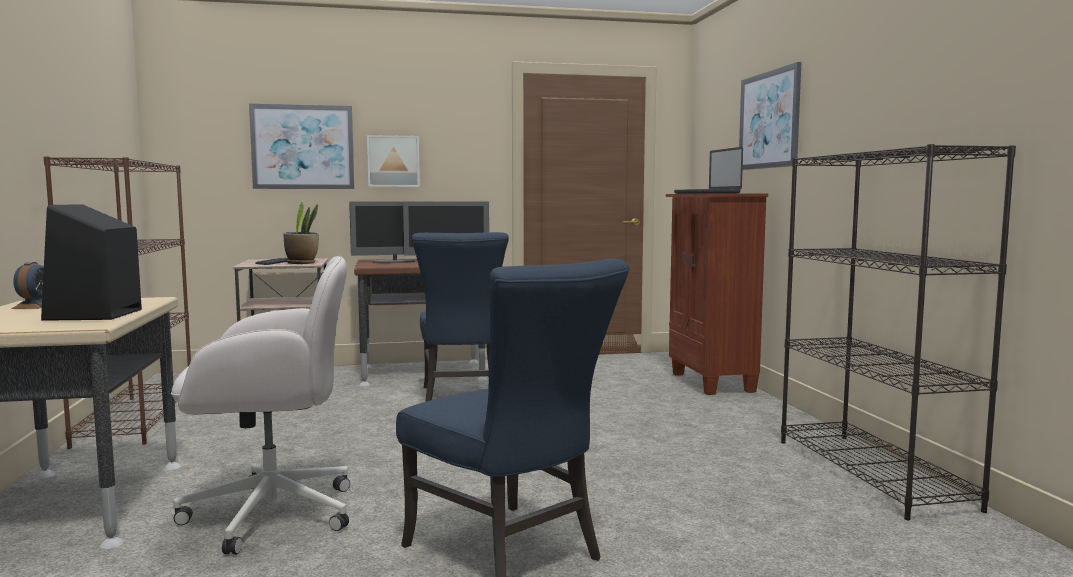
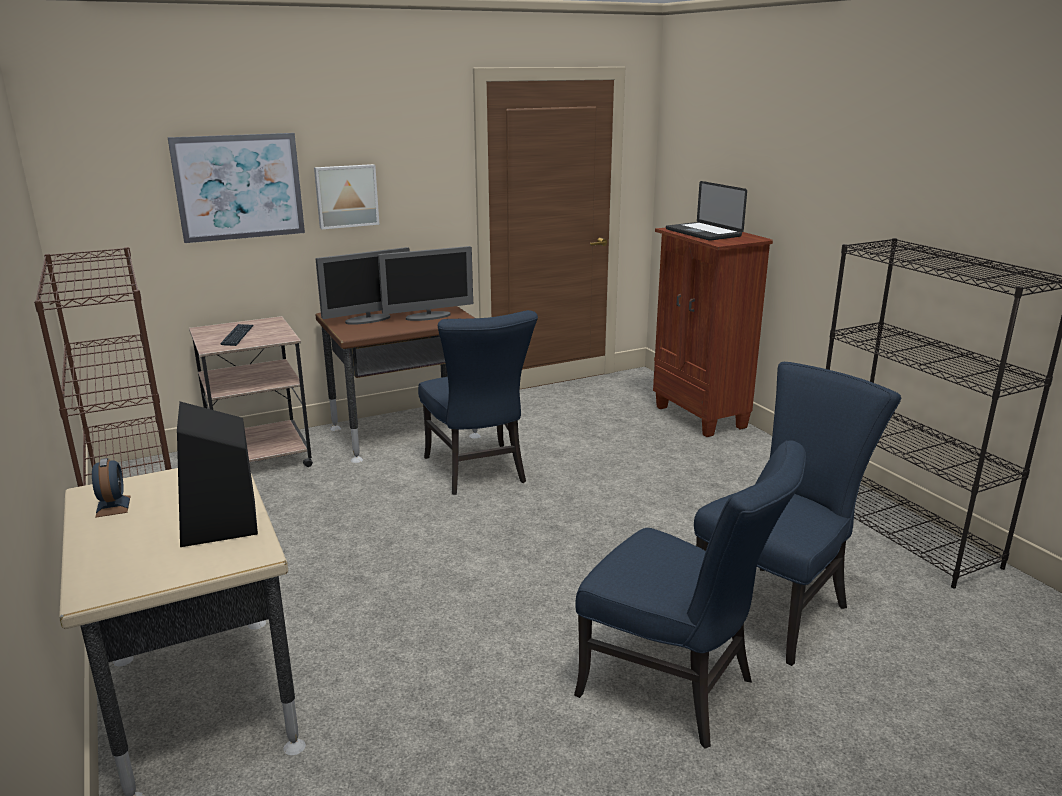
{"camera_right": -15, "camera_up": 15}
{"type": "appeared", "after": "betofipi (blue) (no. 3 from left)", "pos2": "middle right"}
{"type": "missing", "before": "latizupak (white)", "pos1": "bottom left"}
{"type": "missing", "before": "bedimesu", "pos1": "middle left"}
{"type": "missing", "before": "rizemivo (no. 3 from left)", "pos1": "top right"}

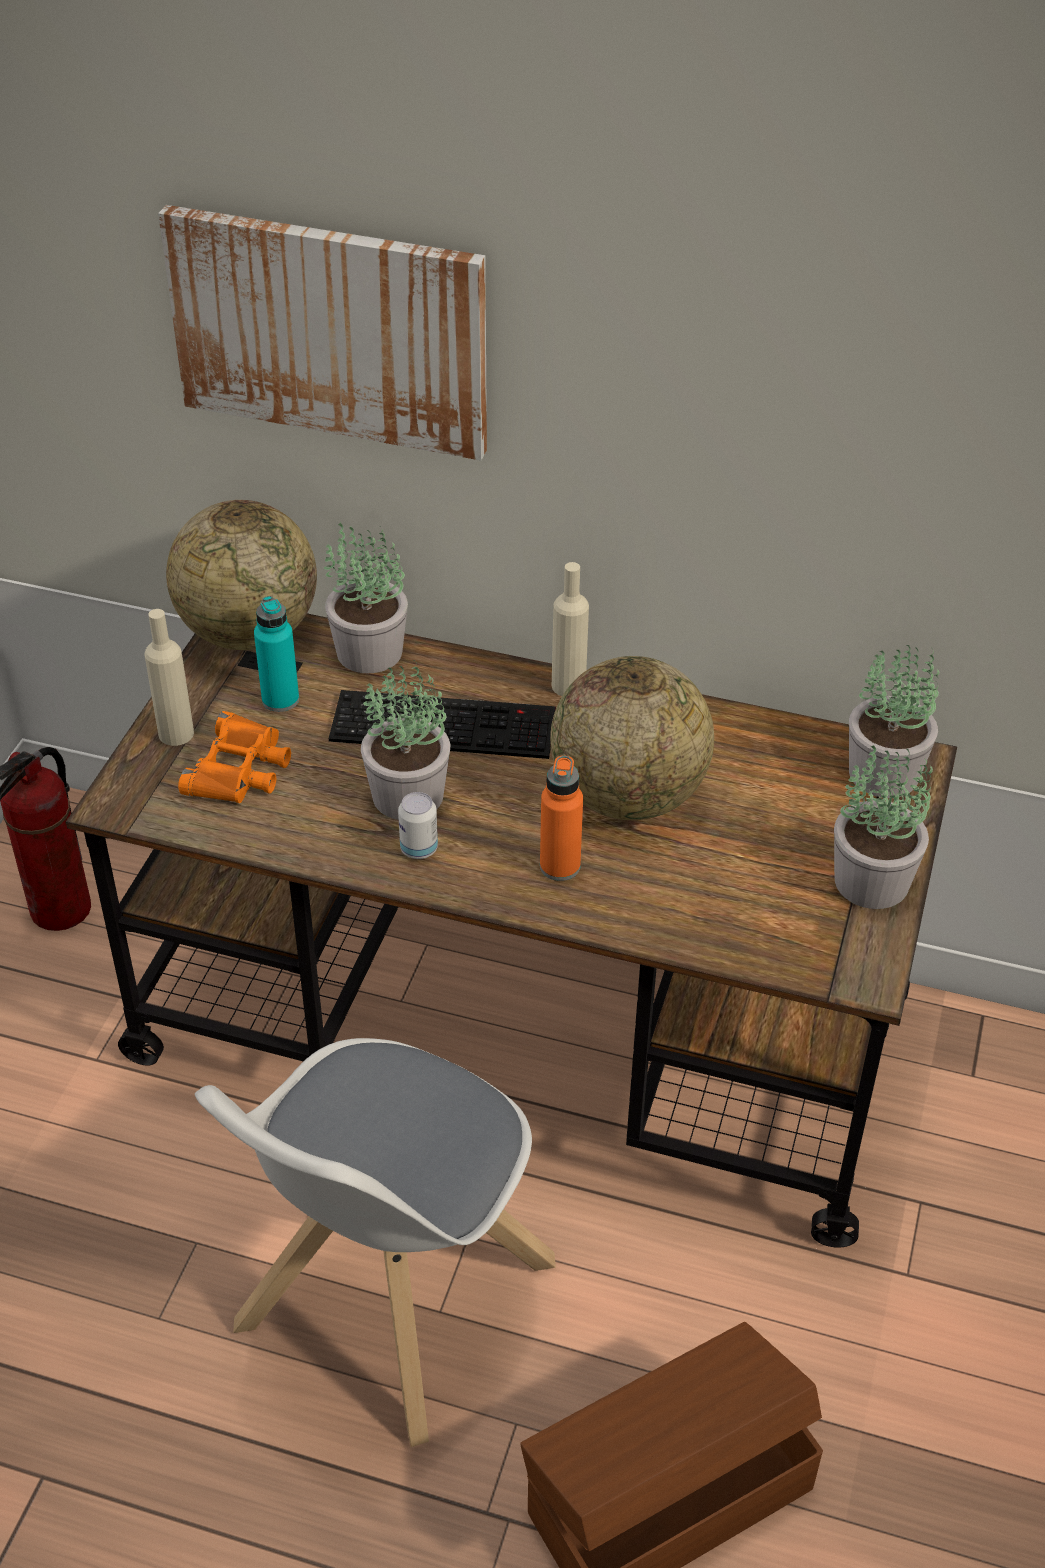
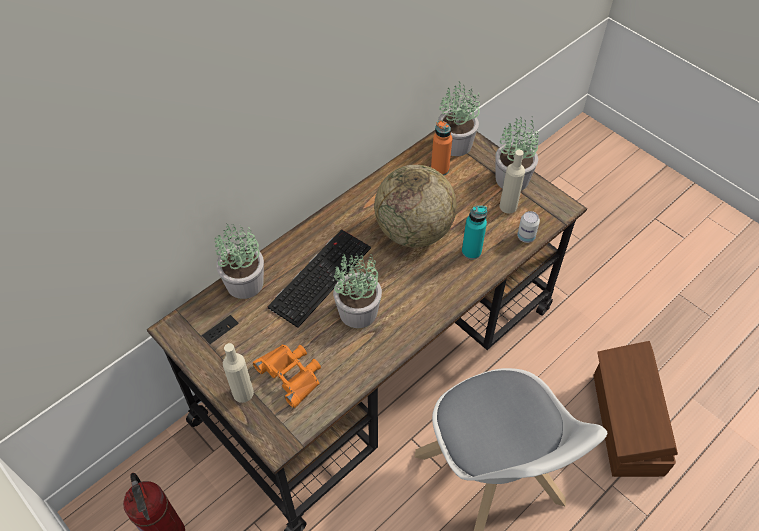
{"camera_right": -60, "camera_up": 10}
{"type": "relocated", "before": "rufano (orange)", "pos1": "centre", "pos2": "top centre"}
{"type": "relocated", "before": "rufano (turquoise)", "pos1": "middle left", "pos2": "centre"}
{"type": "relocated", "before": "rufano (beige) (no. 2 from left)", "pos1": "centre", "pos2": "middle right"}
{"type": "relocated", "before": "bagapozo", "pos1": "centre", "pos2": "middle right"}
{"type": "missing", "before": "rizemivo", "pos1": "top left"}
{"type": "missing", "before": "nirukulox (no. 1 from left)", "pos1": "middle left"}

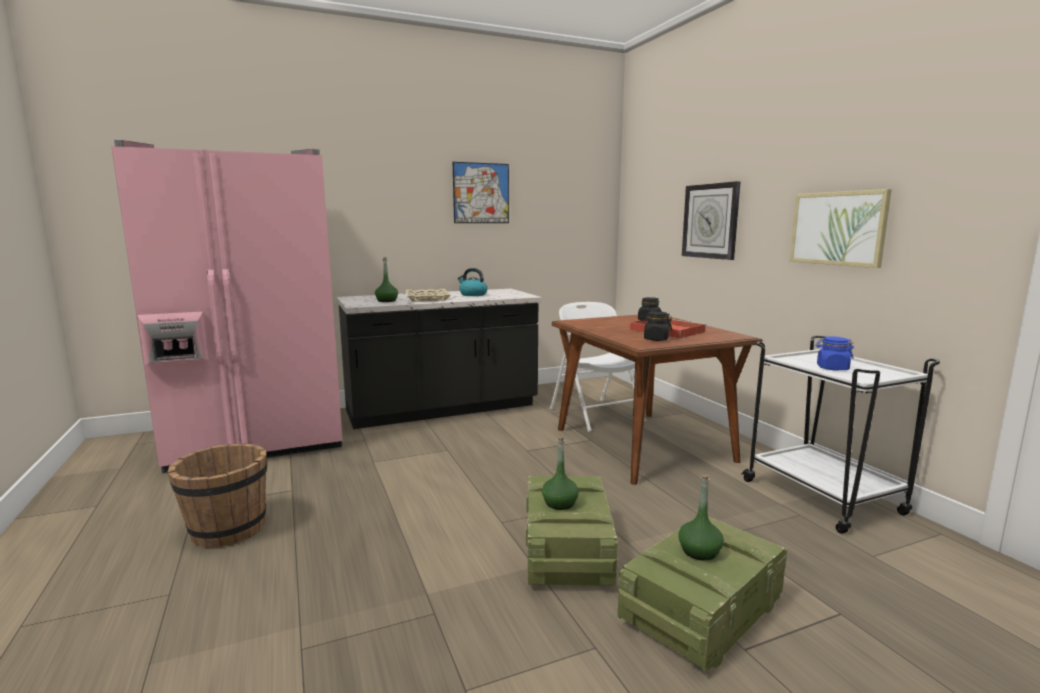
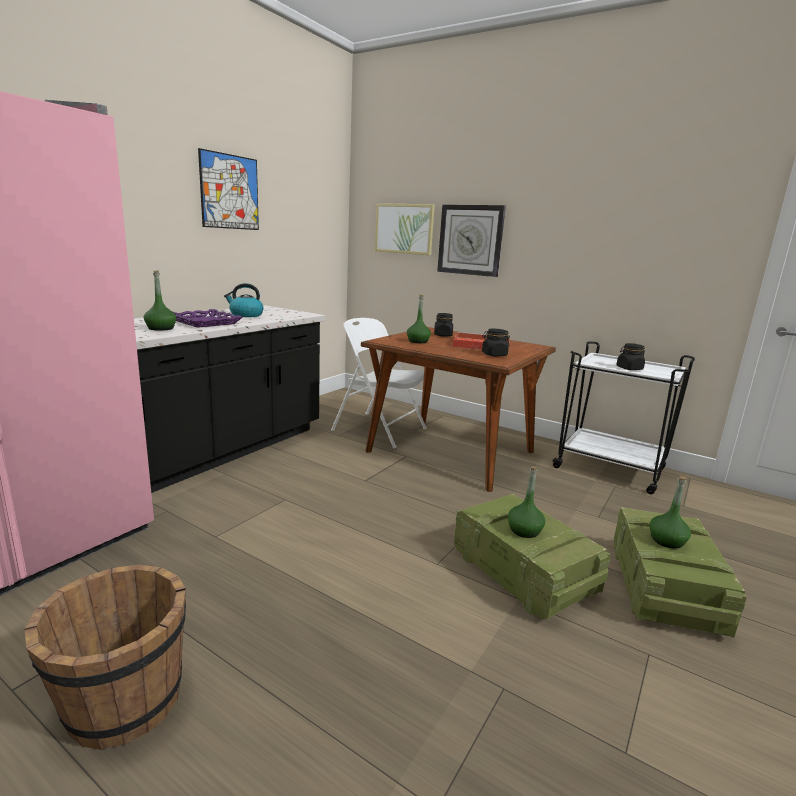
{"camera_right": -35, "camera_up": 5}
{"type": "colour", "before": "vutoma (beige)", "after": "vutoma (purple)", "pos1": "centre", "pos2": "middle left"}
{"type": "relocated", "before": "rizemivo (no. 2 from left)", "pos1": "top right", "pos2": "top centre"}
{"type": "appeared", "after": "rufano (green) (no. 2 from left)", "pos2": "centre"}
{"type": "colour", "before": "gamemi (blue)", "after": "gamemi (black) (no. 3 from left)", "pos1": "middle right", "pos2": "middle right"}

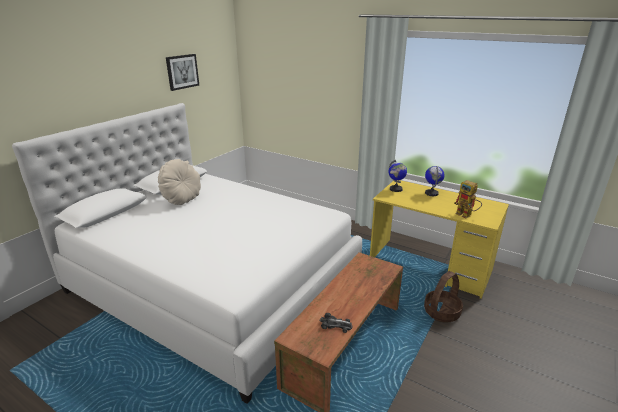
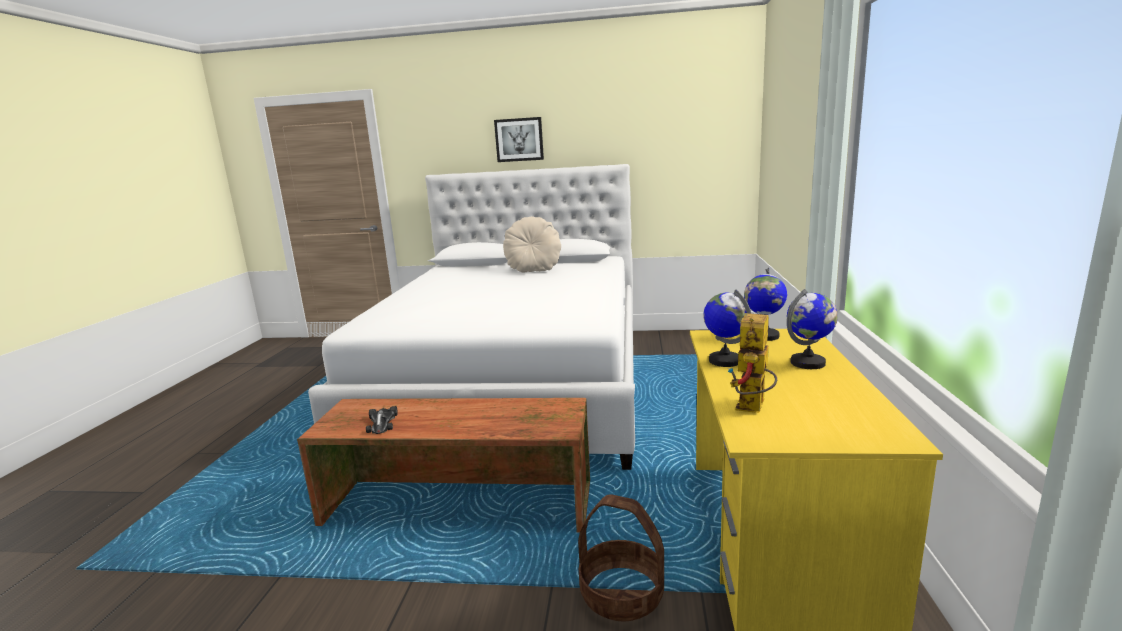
{"camera_right": 65, "camera_up": -10}
{"type": "relocated", "before": "rizemivo", "pos1": "top left", "pos2": "top centre"}
{"type": "appeared", "after": "nirukulox (no. 1 from left)", "pos2": "centre"}

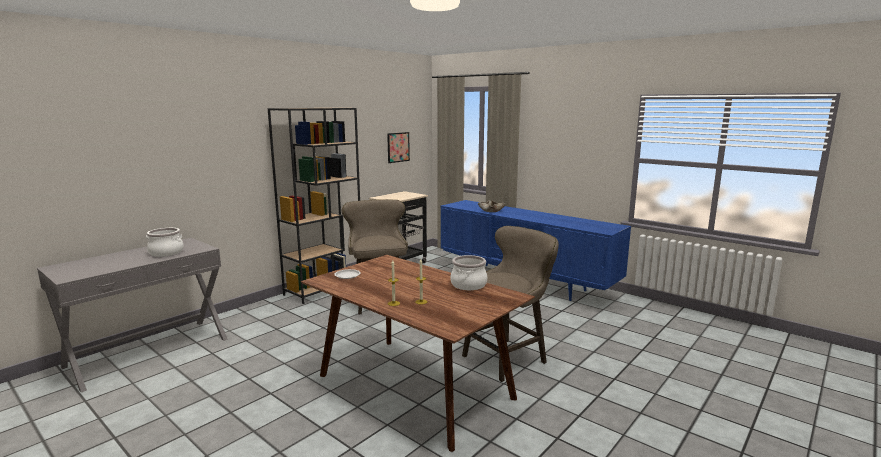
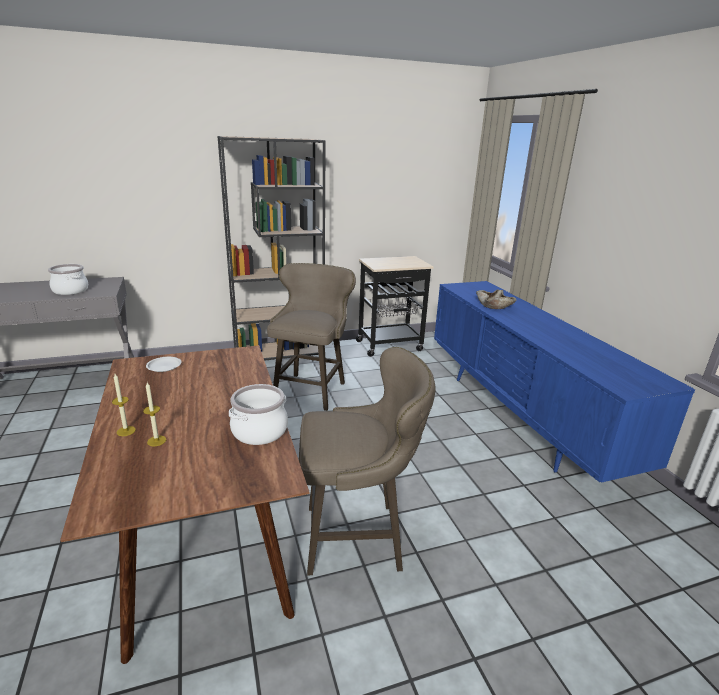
{"camera_right": 30, "camera_up": 10}
{"type": "missing", "before": "rizemivo", "pos1": "top centre"}

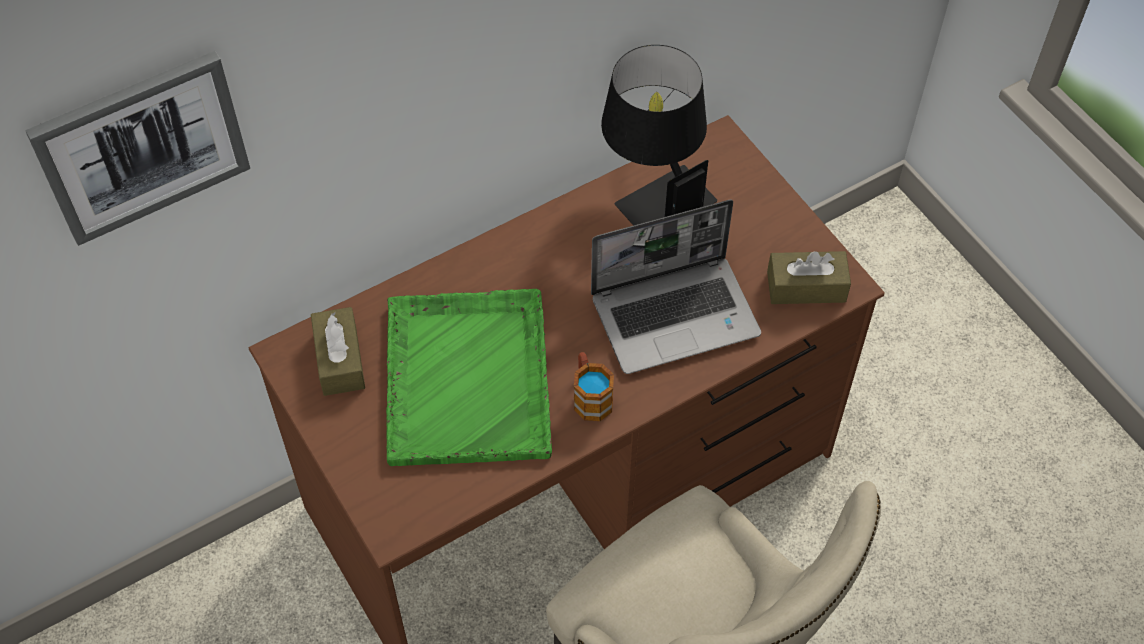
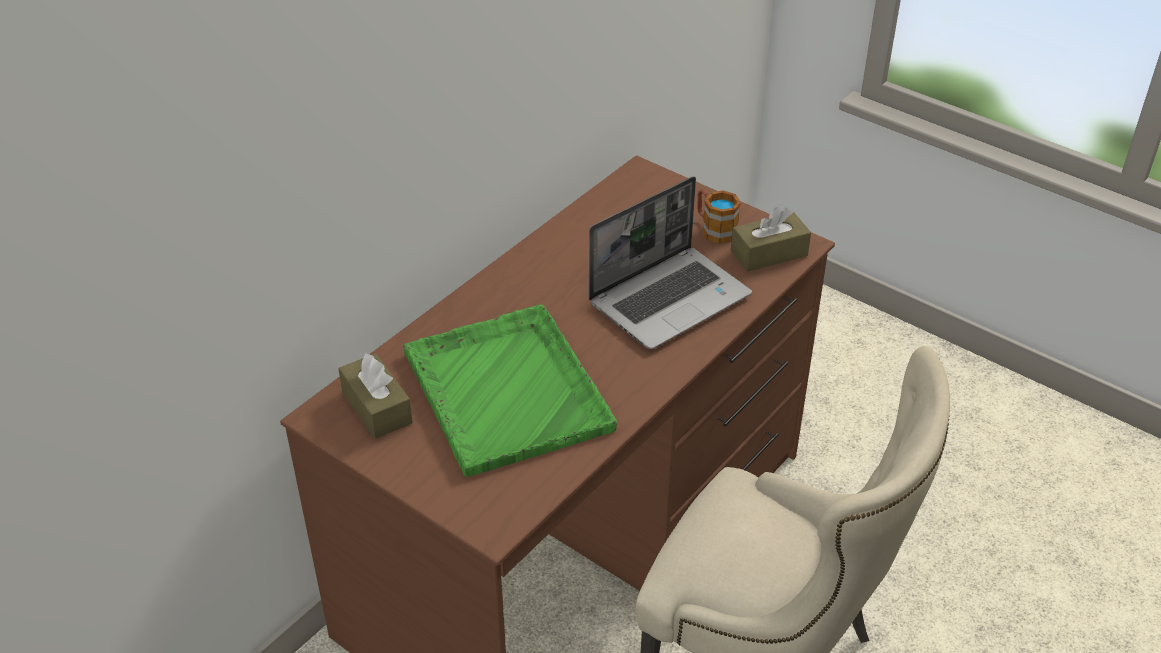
{"camera_right": -20, "camera_up": -15}
{"type": "relocated", "before": "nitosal", "pos1": "centre", "pos2": "top centre"}
{"type": "missing", "before": "rizemivo", "pos1": "top left"}
{"type": "missing", "before": "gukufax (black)", "pos1": "top centre"}

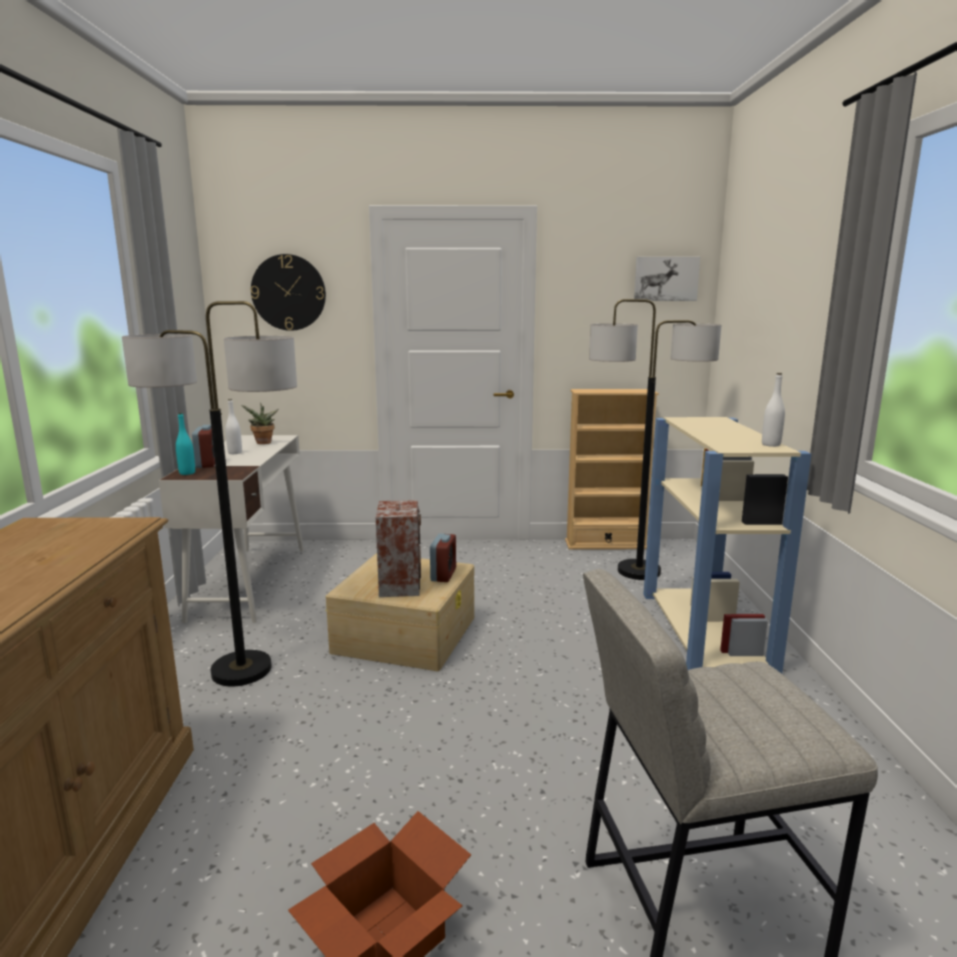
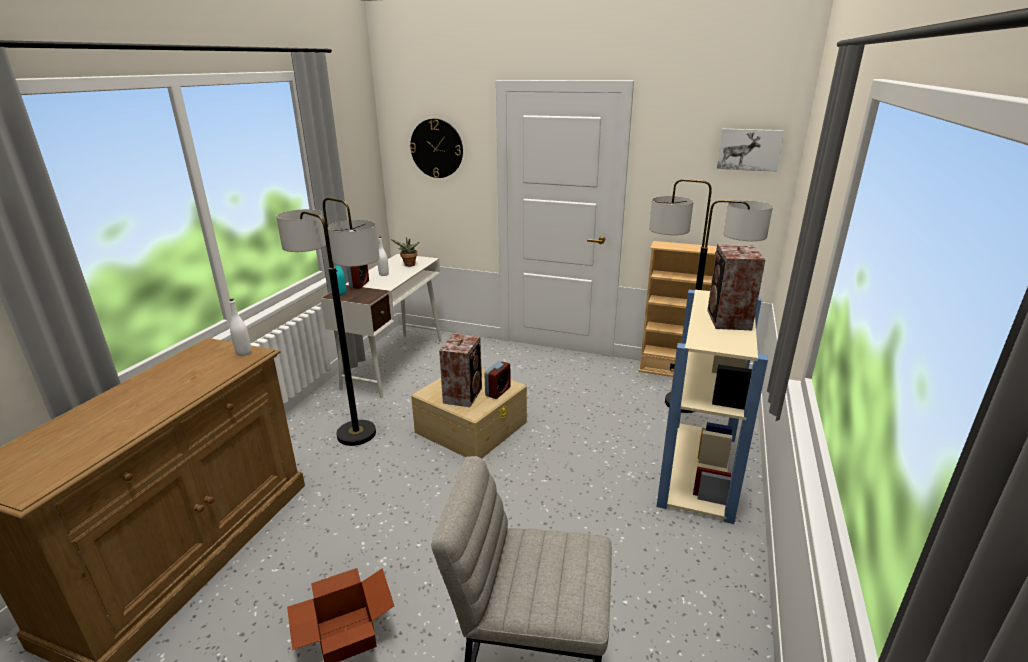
{"camera_right": 20, "camera_up": 10}
{"type": "relocated", "before": "rufano (white) (no. 2 from left in the first image)", "after": "rufano (white) (no. 1 from left)", "pos1": "middle right", "pos2": "middle left"}
{"type": "appeared", "after": "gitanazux (no. 2 from left)", "pos2": "middle right"}

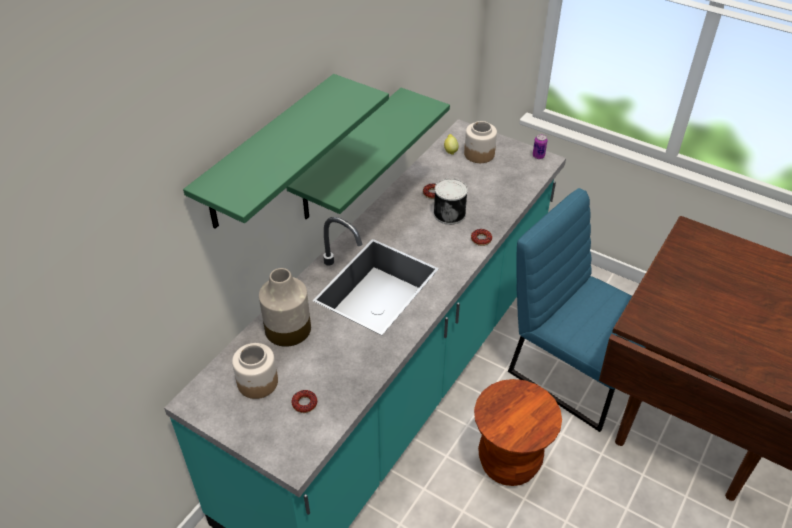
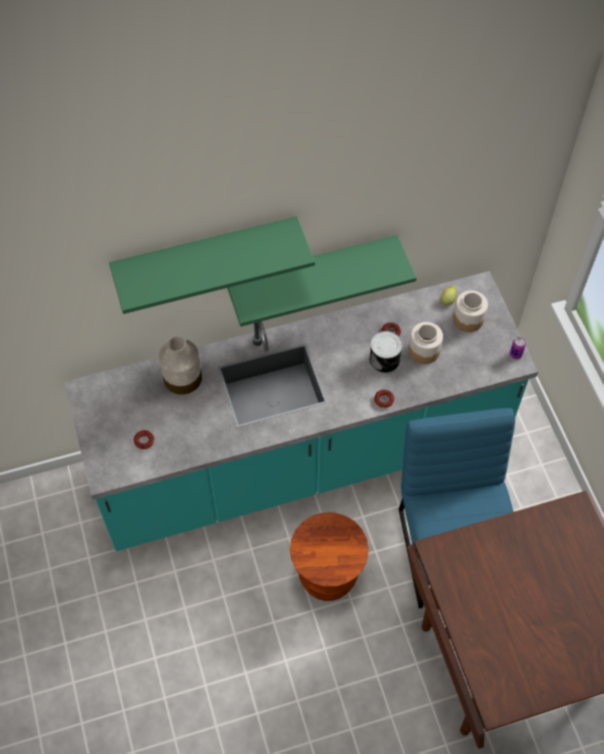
{"camera_right": 40, "camera_up": 15}
{"type": "relocated", "before": "gamemi (no. 1 from left)", "pos1": "bottom left", "pos2": "middle right"}

